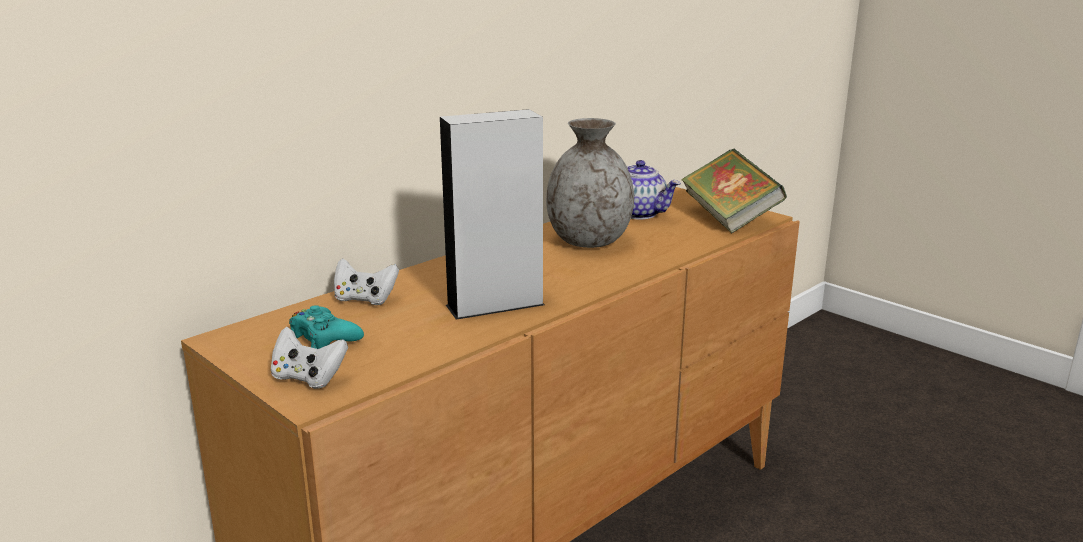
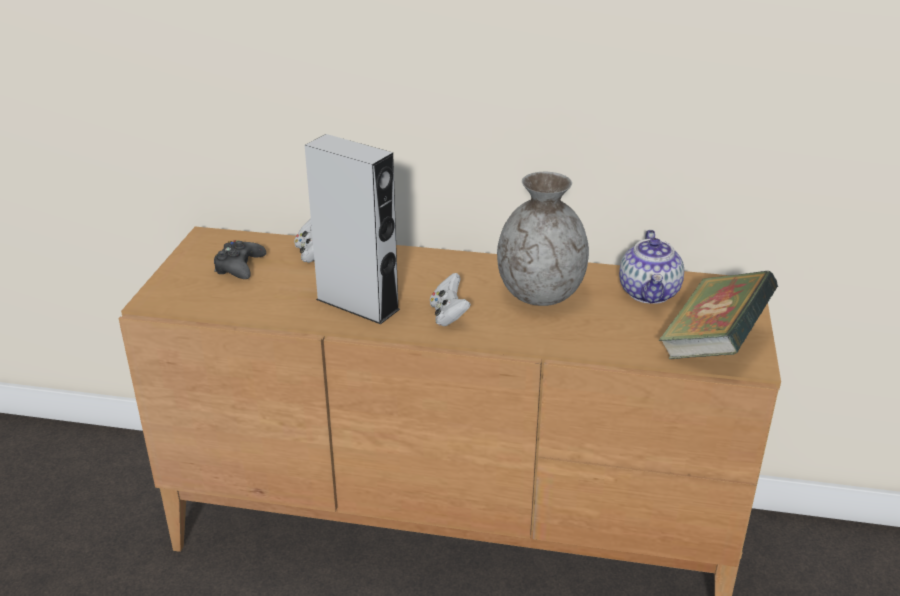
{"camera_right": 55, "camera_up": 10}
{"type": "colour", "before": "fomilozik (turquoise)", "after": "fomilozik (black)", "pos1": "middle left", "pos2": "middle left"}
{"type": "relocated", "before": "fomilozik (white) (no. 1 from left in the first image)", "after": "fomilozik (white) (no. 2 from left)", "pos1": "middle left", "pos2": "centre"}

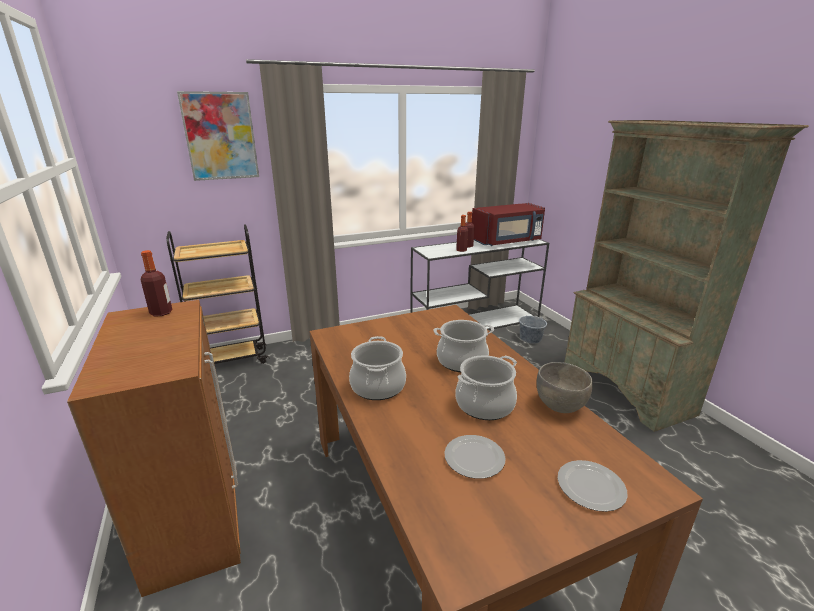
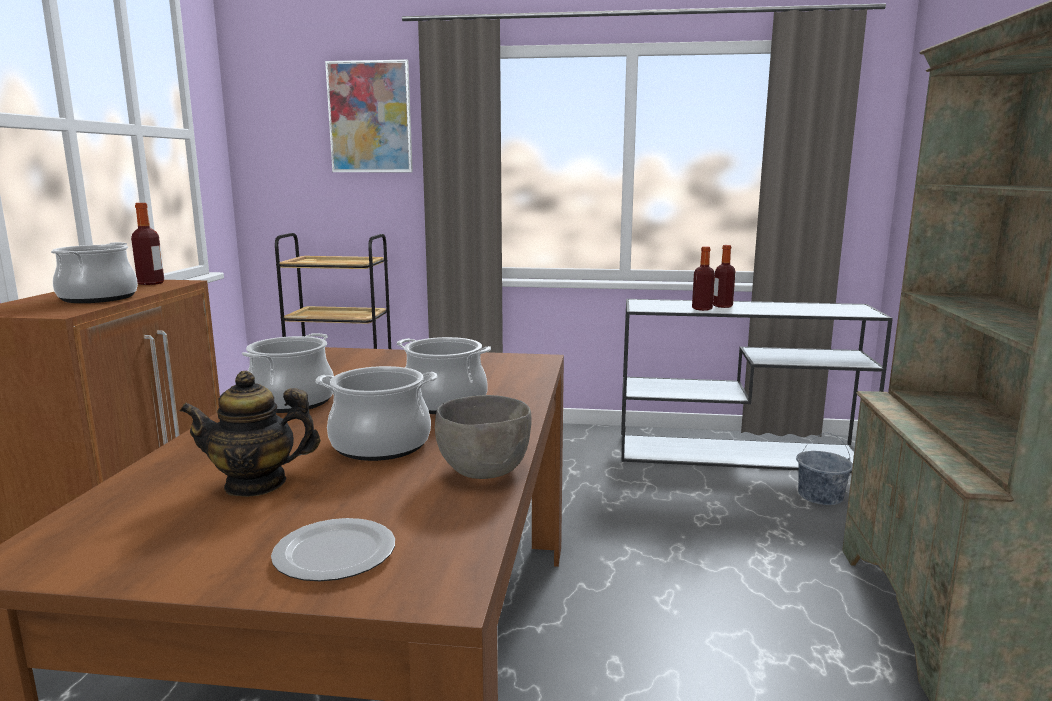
{"camera_right": 30, "camera_up": -10}
{"type": "appeared", "after": "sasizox (no. 1 from left)", "pos2": "middle left"}
{"type": "exchanged", "before": "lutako (no. 1 from left)", "after": "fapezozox", "pos1": "bottom centre", "pos2": "middle left"}
{"type": "missing", "before": "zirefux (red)", "pos1": "centre"}

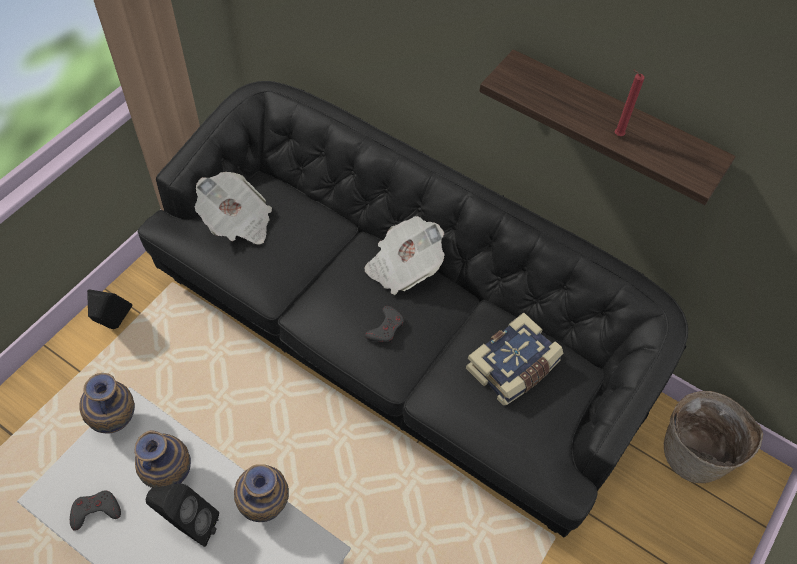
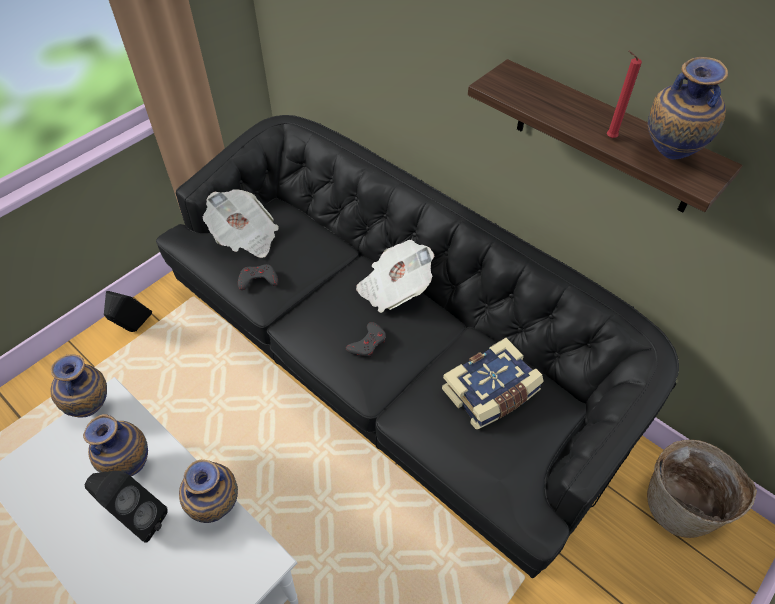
{"camera_right": 10, "camera_up": -5}
{"type": "relocated", "before": "fomilozik (grey) (no. 1 from left)", "pos1": "bottom left", "pos2": "middle left"}
{"type": "appeared", "after": "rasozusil (no. 4 from left)", "pos2": "top right"}

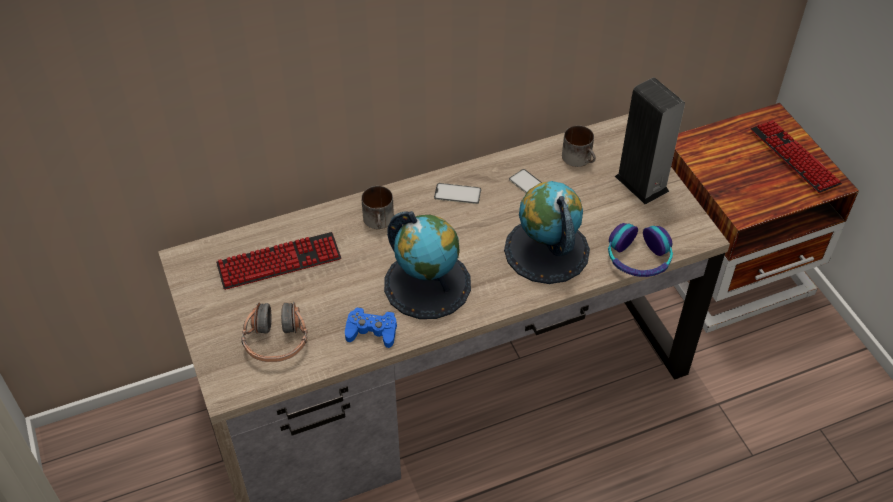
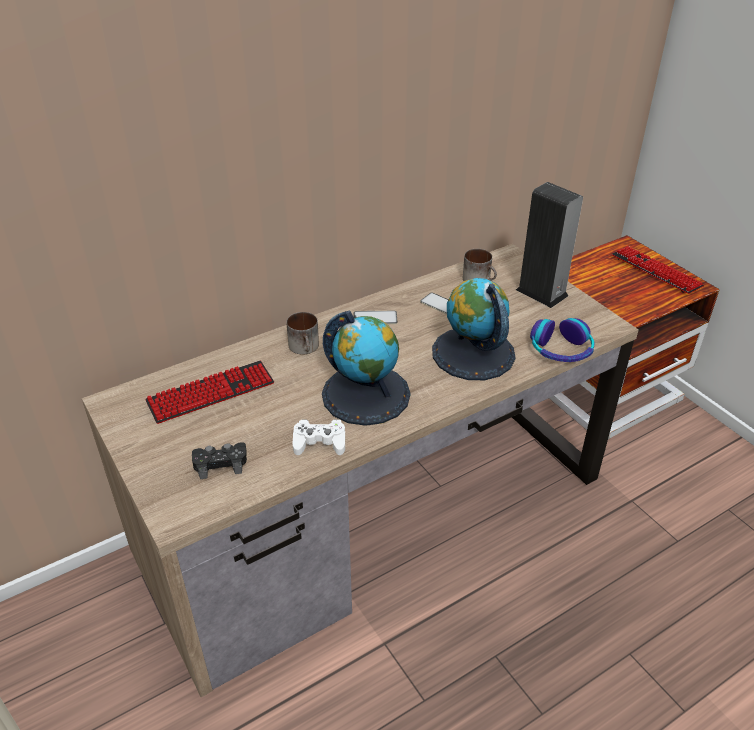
{"camera_right": -10, "camera_up": -10}
{"type": "exchanged", "before": "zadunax (no. 1 from left)", "after": "fomilozik (black)", "pos1": "middle left", "pos2": "middle left"}
{"type": "colour", "before": "fomilozik (blue)", "after": "fomilozik (white)", "pos1": "centre", "pos2": "centre"}

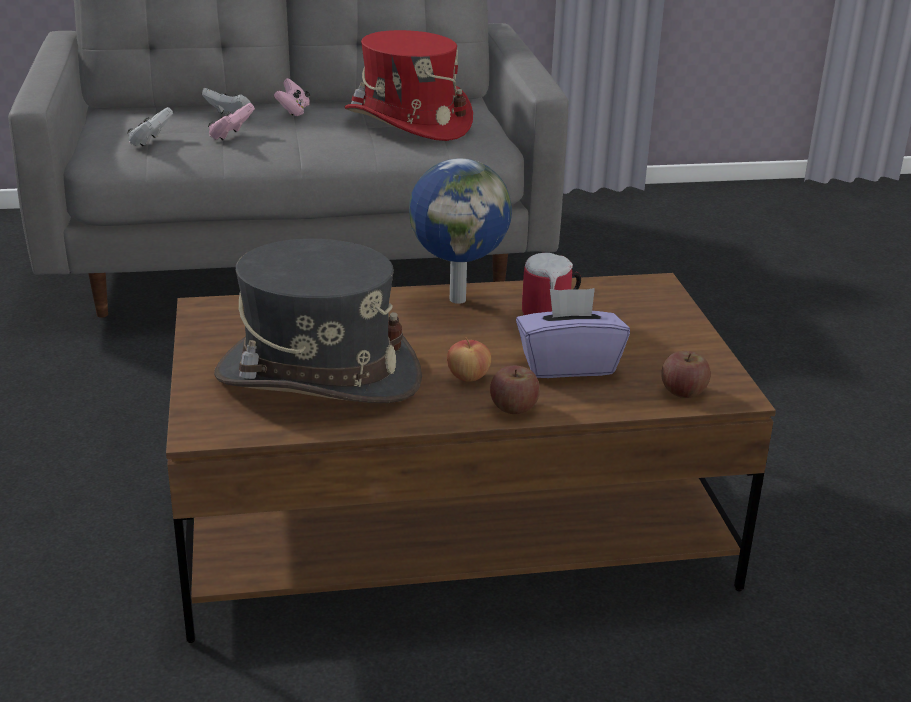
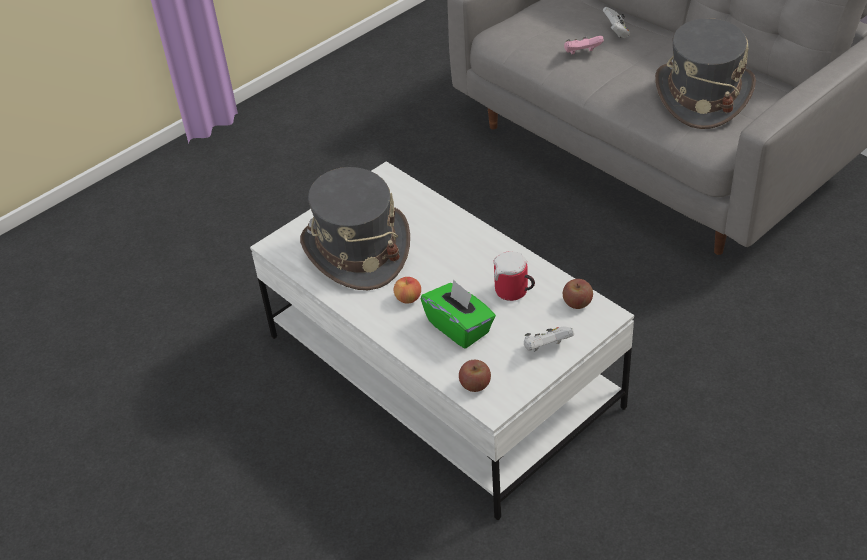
{"camera_right": 60, "camera_up": 15}
{"type": "colour", "before": "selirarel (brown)", "after": "selirarel (white)", "pos1": "centre", "pos2": "centre"}
{"type": "colour", "before": "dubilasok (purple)", "after": "dubilasok (green)", "pos1": "centre", "pos2": "centre"}
{"type": "relocated", "before": "fomilozik (white) (no. 1 from left)", "pos1": "top left", "pos2": "centre"}
{"type": "relocated", "before": "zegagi (no. 2 from left in the first image)", "after": "zegagi (no. 3 from left)", "pos1": "centre", "pos2": "middle right"}
{"type": "colour", "before": "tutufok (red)", "after": "tutufok (grey) (no. 2 from left)", "pos1": "top centre", "pos2": "top right"}
{"type": "missing", "before": "fomilozik (pink) (no. 2 from left)", "pos1": "top left"}
{"type": "missing", "before": "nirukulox", "pos1": "top centre"}

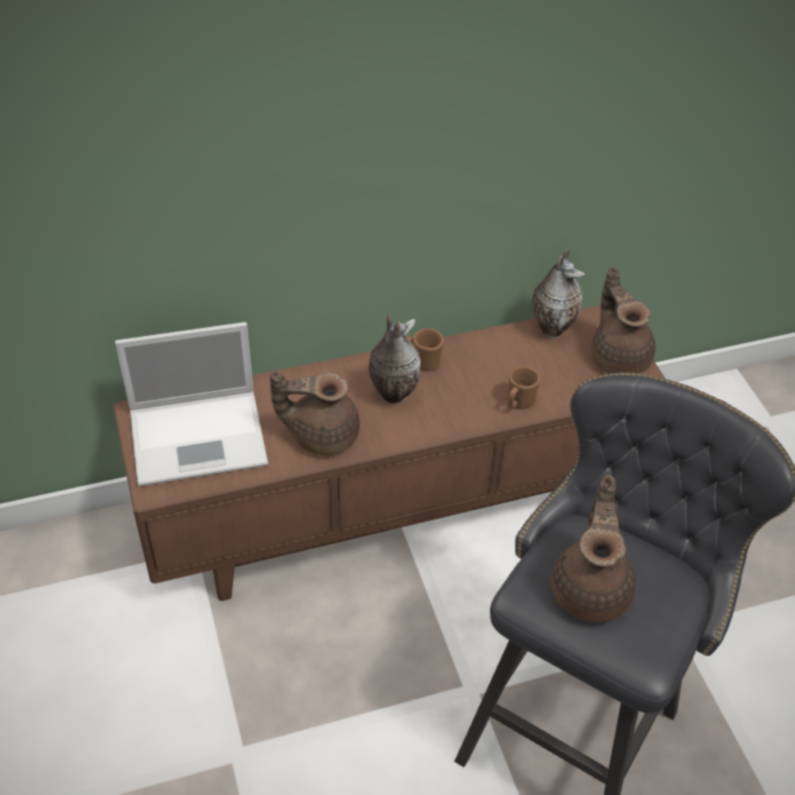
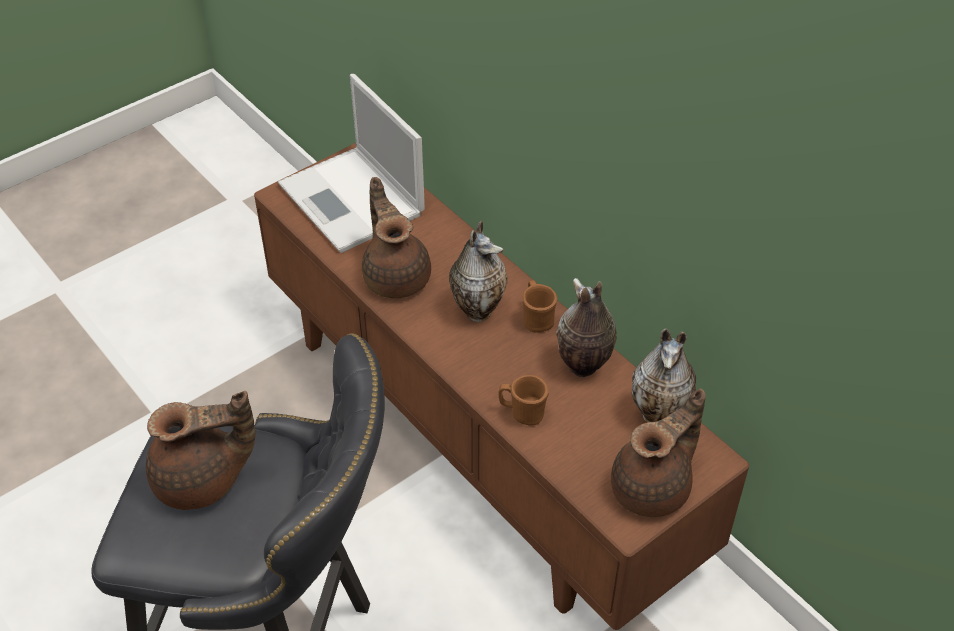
{"camera_right": 70, "camera_up": 0}
{"type": "appeared", "after": "rasozusil (no. 2 from left)", "pos2": "centre"}

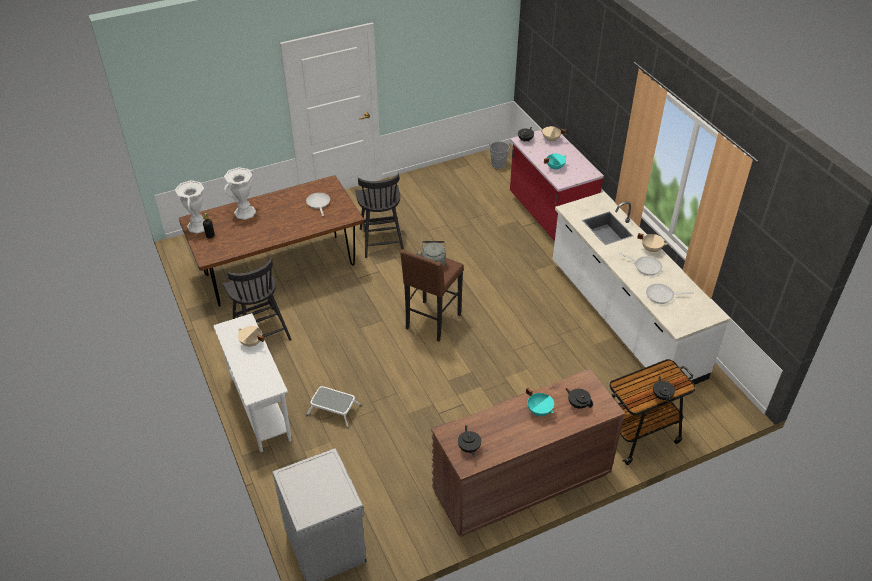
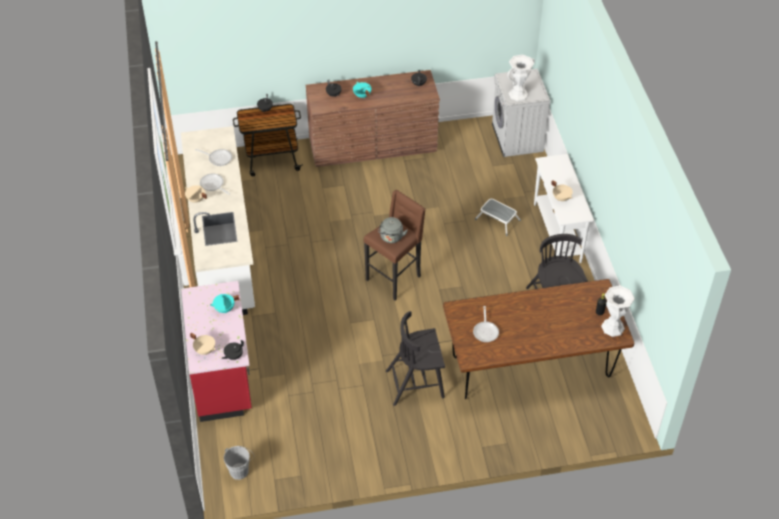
{"camera_right": -165, "camera_up": 5}
{"type": "spun", "before": "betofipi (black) (no. 2 from left in the first image)", "pos1": "centre", "pos2": "bottom centre", "turn": -105}
{"type": "relocated", "before": "rasozusil (white) (no. 2 from left in the first image)", "after": "rasozusil (white) (no. 1 from left)", "pos1": "top left", "pos2": "top right"}

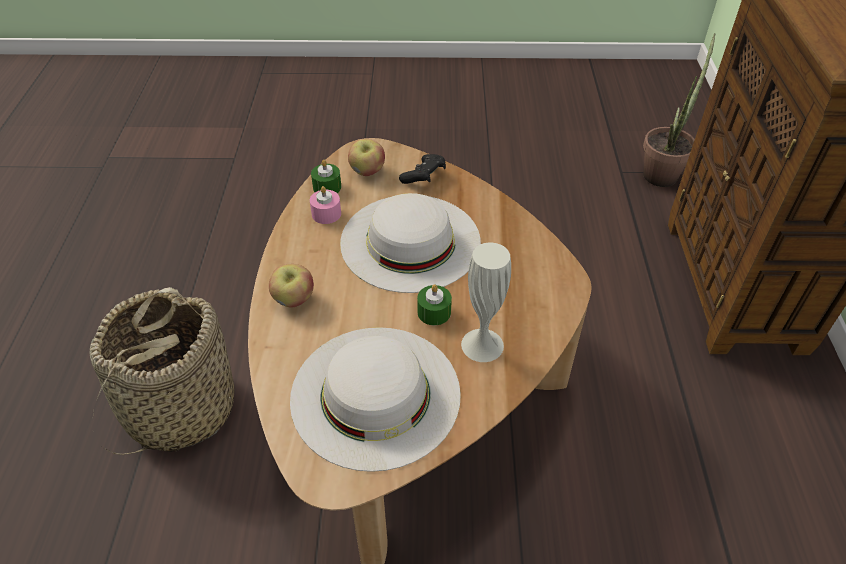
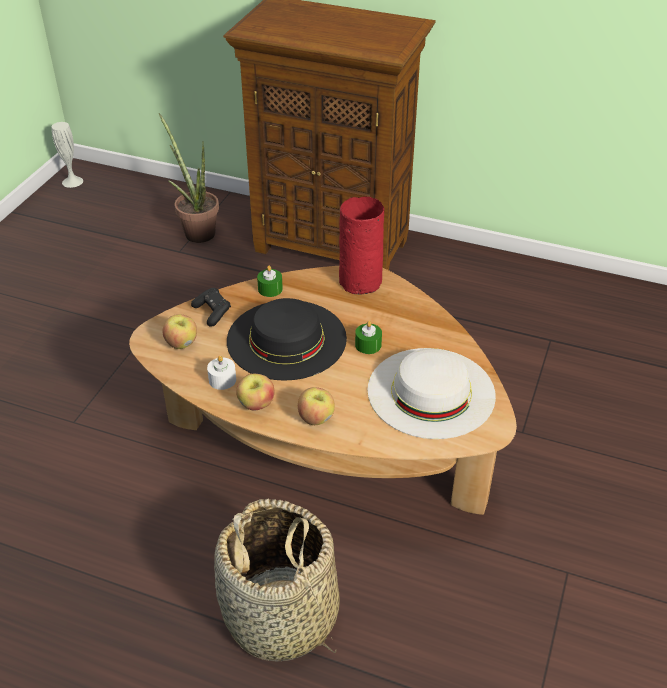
{"camera_right": -70, "camera_up": -5}
{"type": "relocated", "before": "rasozusil (white)", "pos1": "centre", "pos2": "top left"}
{"type": "colour", "before": "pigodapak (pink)", "after": "pigodapak (white)", "pos1": "centre", "pos2": "middle left"}
{"type": "colour", "before": "tutufok (white) (no. 2 from left)", "after": "tutufok (black)", "pos1": "centre", "pos2": "centre"}
{"type": "appeared", "after": "zegagi (no. 2 from left)", "pos2": "centre"}
{"type": "relocated", "before": "pigodapak (green) (no. 1 from left)", "pos1": "top centre", "pos2": "centre"}
{"type": "appeared", "after": "rasozusil (red)", "pos2": "centre"}

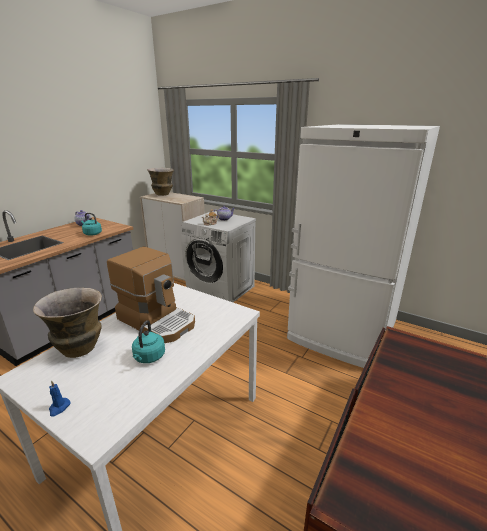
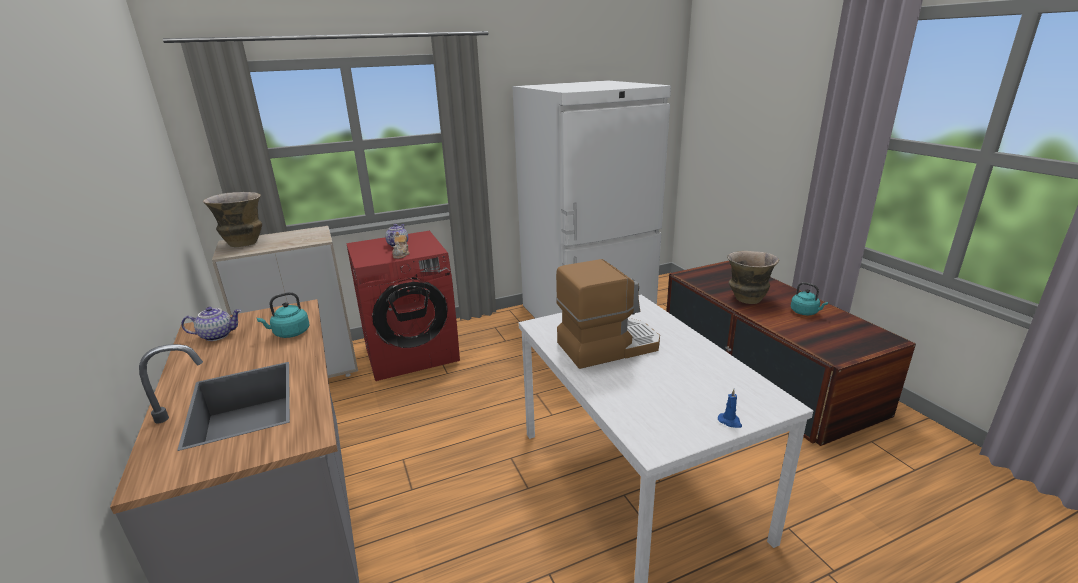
{"camera_right": -55, "camera_up": 0}
{"type": "colour", "before": "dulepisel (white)", "after": "dulepisel (red)", "pos1": "centre", "pos2": "centre"}
{"type": "relocated", "before": "rasozusil (no. 1 from left in the first image)", "after": "rasozusil (no. 2 from left)", "pos1": "middle left", "pos2": "middle right"}
{"type": "relocated", "before": "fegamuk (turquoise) (no. 2 from left)", "pos1": "middle left", "pos2": "middle right"}

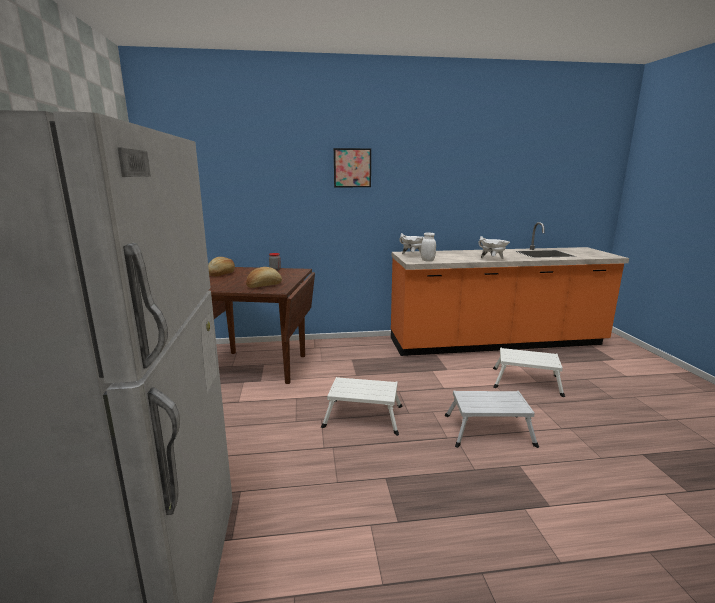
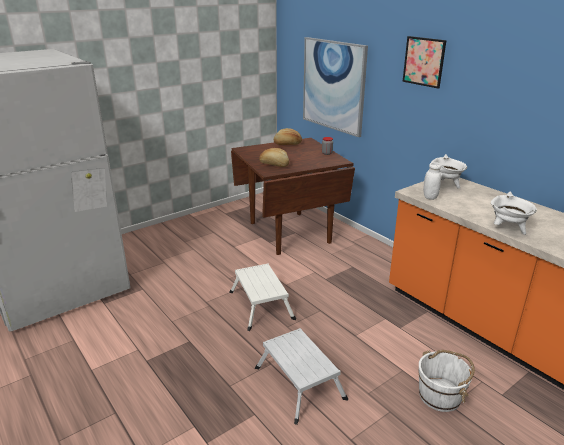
{"camera_right": 60, "camera_up": 10}
{"type": "appeared", "after": "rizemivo (no. 1 from left)", "pos2": "top centre"}
{"type": "exchanged", "before": "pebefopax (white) (no. 3 from left)", "after": "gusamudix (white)", "pos1": "middle right", "pos2": "bottom right"}

